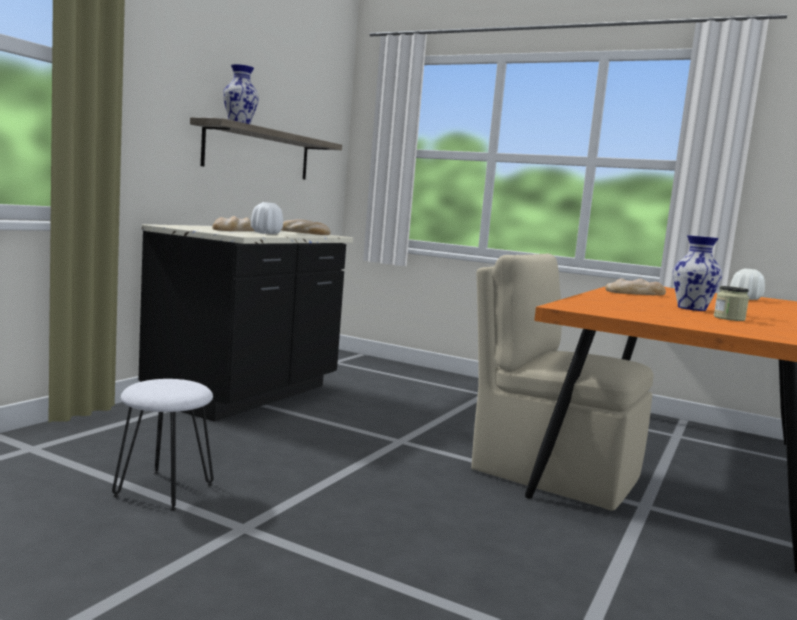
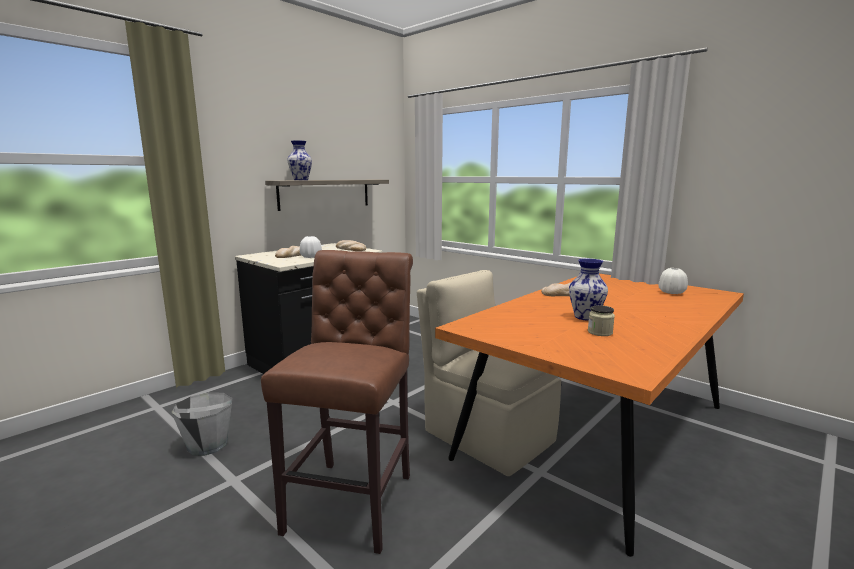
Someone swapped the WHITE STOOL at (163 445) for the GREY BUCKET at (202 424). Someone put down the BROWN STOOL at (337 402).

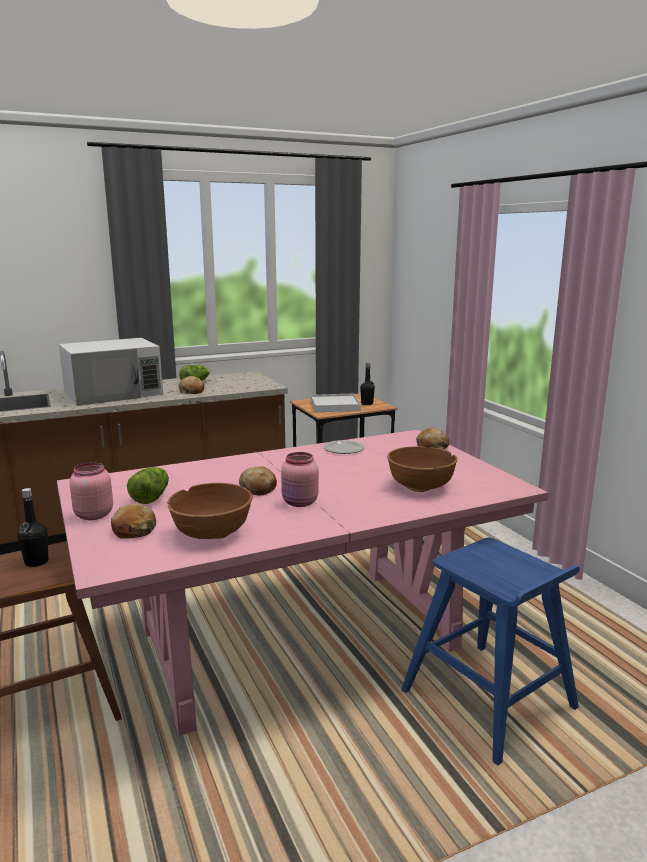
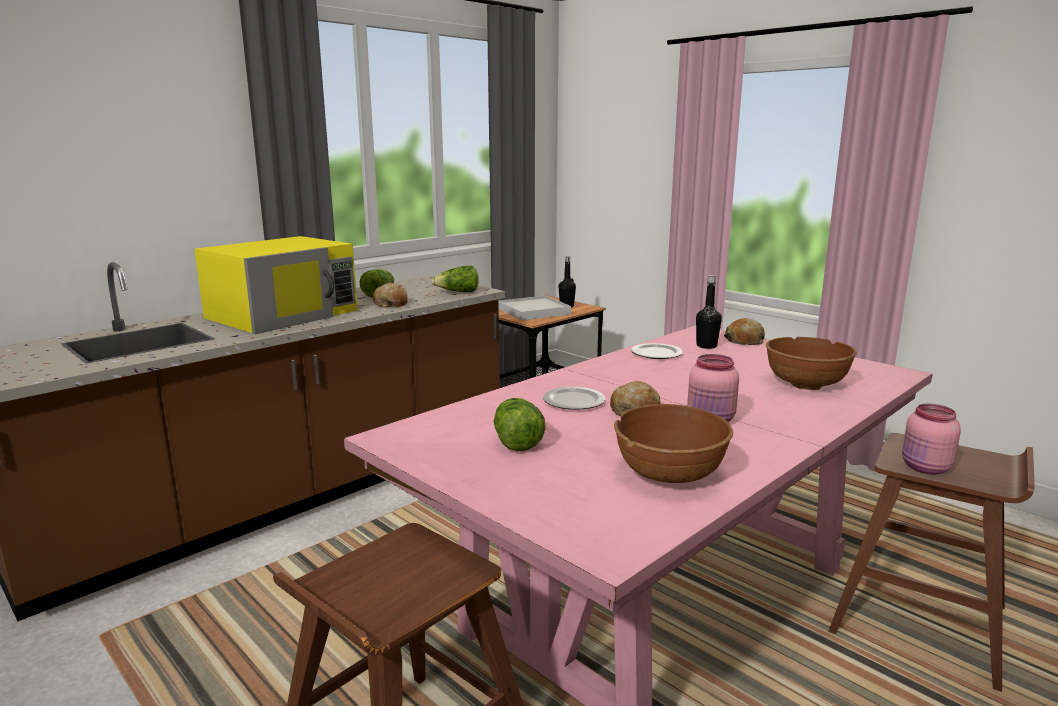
Someone repainted the WHITE MICROWAVE at (111 372), which became the YELLOW MICROWAVE at (275 285). Someone put down the LETTUCE at (455 279). Someone put down the PLATE at (574 398). Someone carried the BLACK BOTTLE from (33 527) to (709 312). Someone repainted the BLUE STOOL at (490 652), which became the BROWN STOOL at (931 562). Someone carried the PINK JAR from (91 491) to (931 439). Someone took away the BREAD at (133 521).

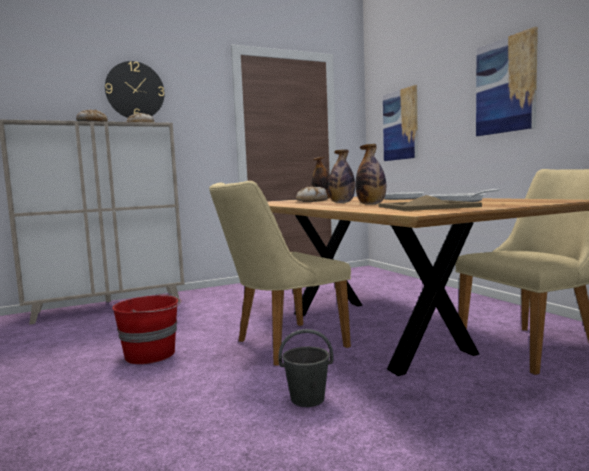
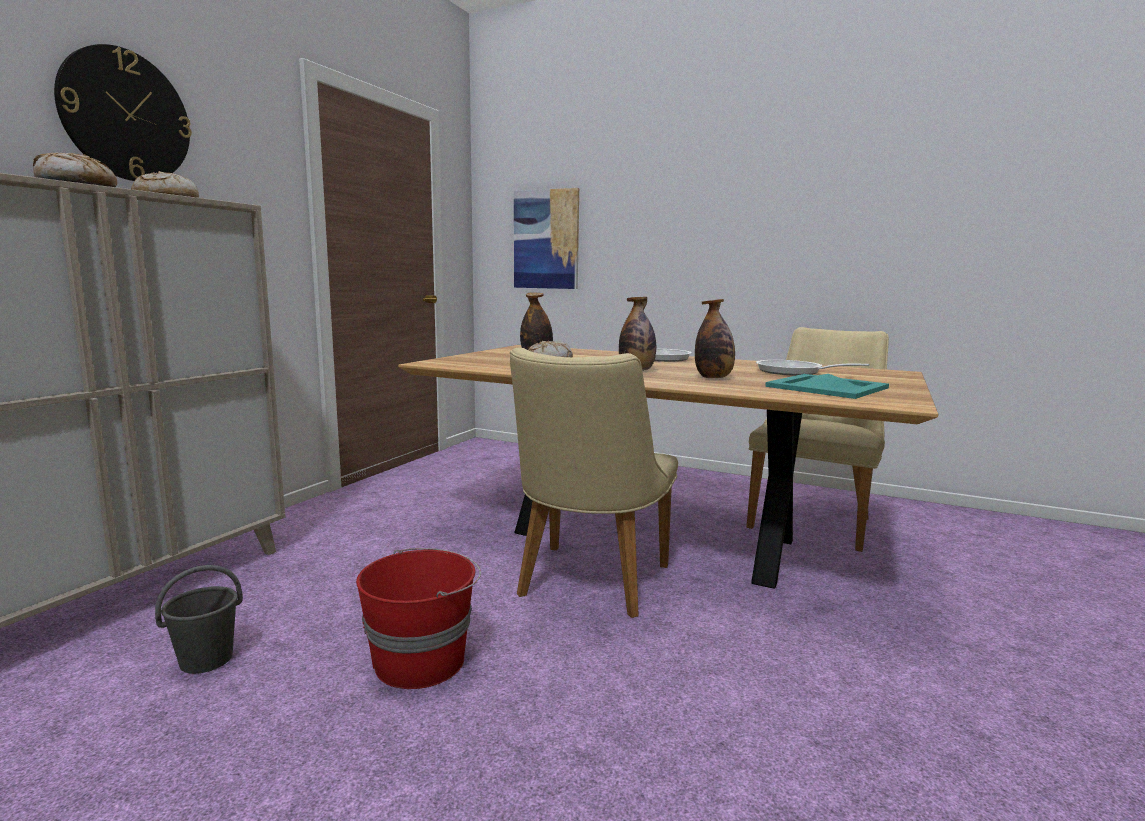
Someone carried the GREY BUCKET from (305 368) to (199 619). Someone repainted the BEIGE TRAY at (430 203), which became the TURQUOISE TRAY at (827 386). Someone took away the PICTURE at (507 81).

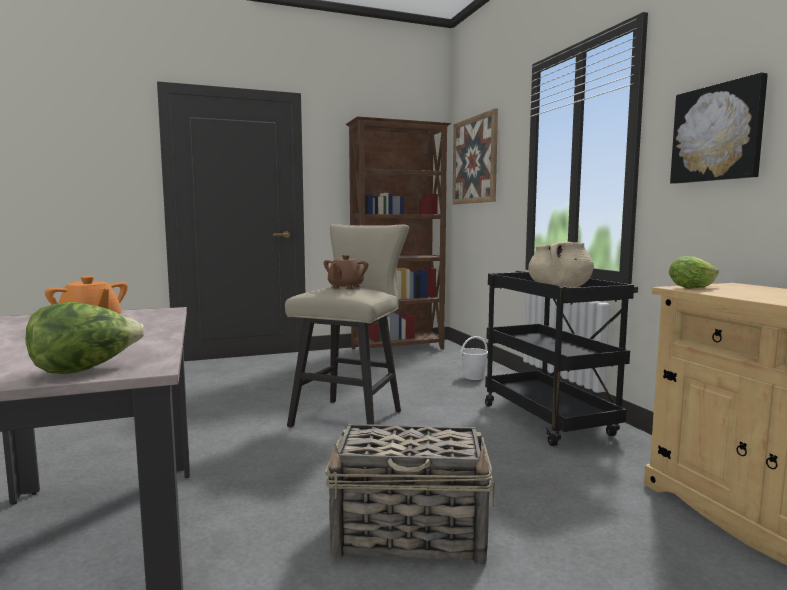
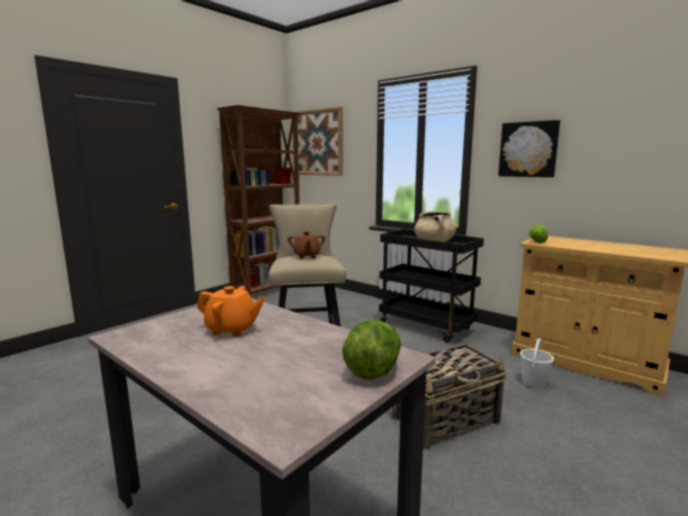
Someone carried the WHITE BUCKET from (474 358) to (537 363).

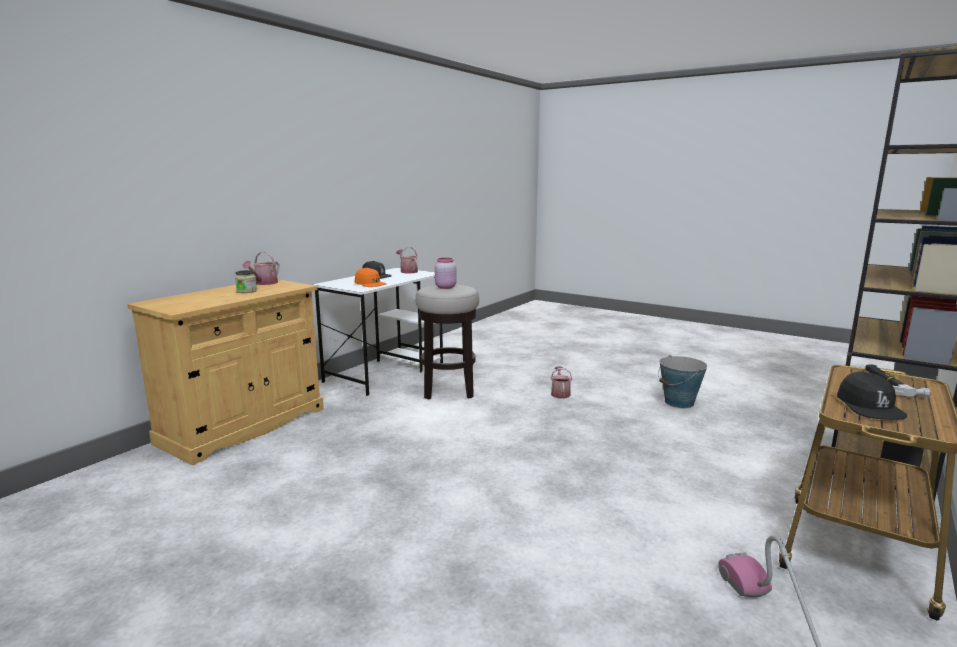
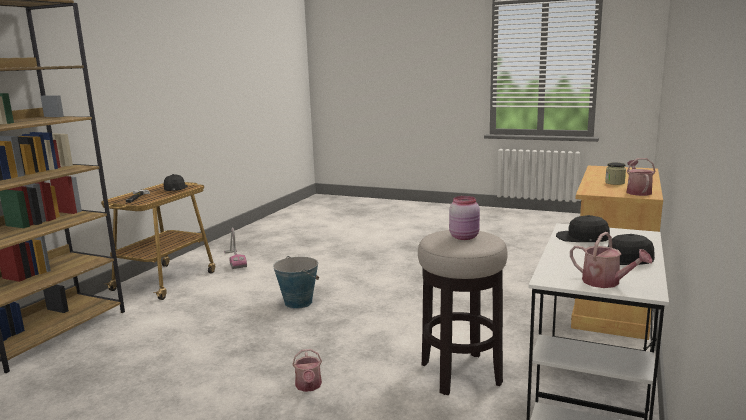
Someone carried the BUCKET from (682 381) to (296 282). Someone repainted the ORANGE CAP at (370 277), which became the BLACK CAP at (583 228).

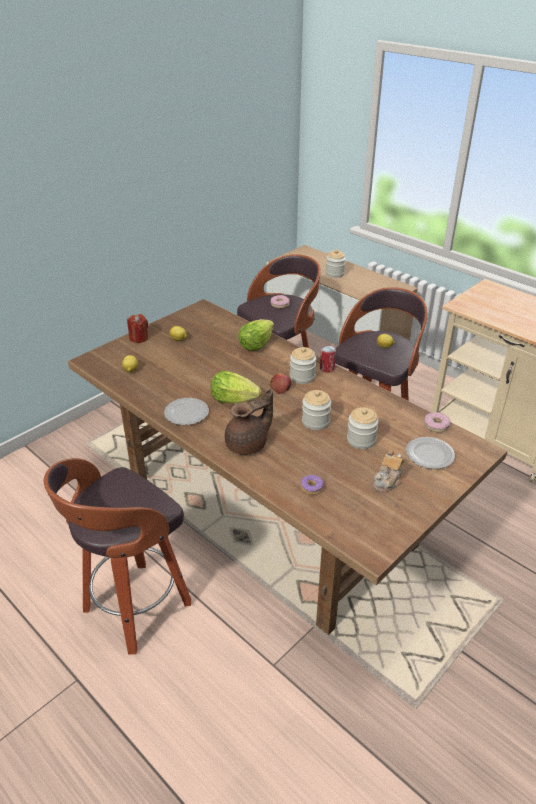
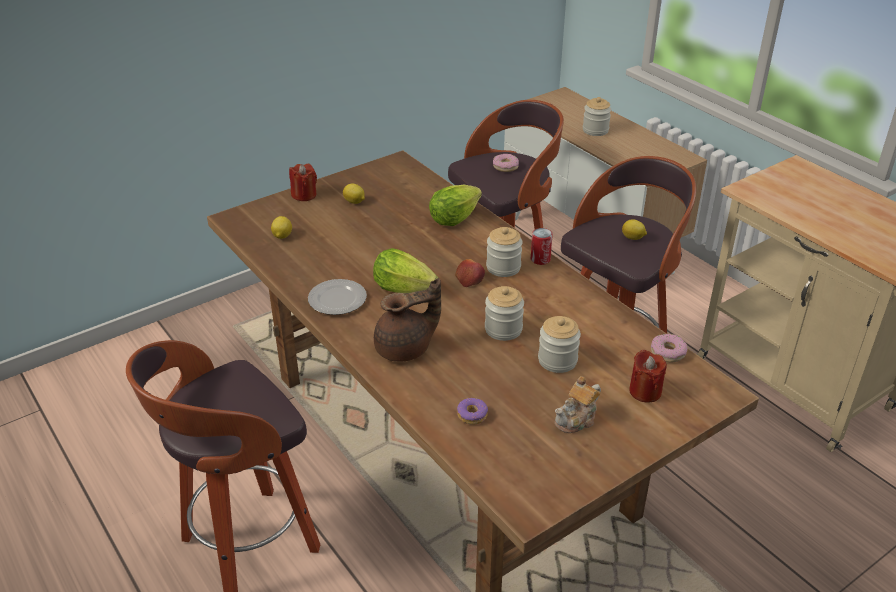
Someone swapped the PLATE at (430 453) for the RED CANDLE at (648 375).

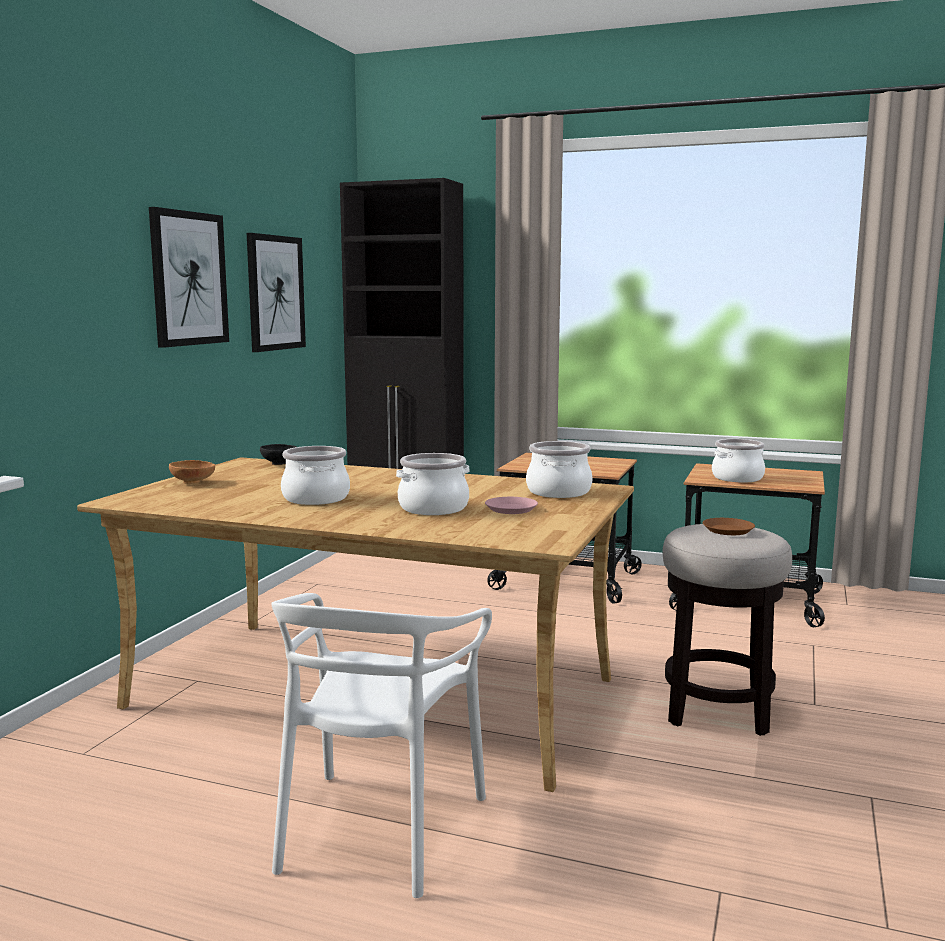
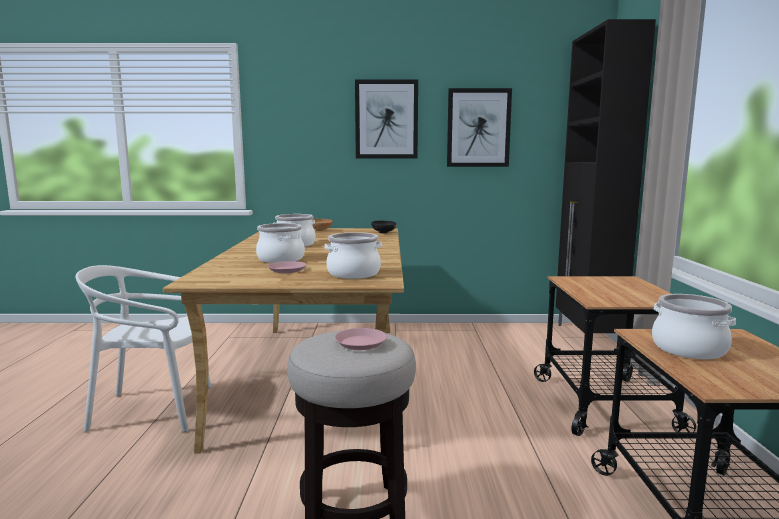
Someone repainted the BROWN PLATE at (729 526), which became the PINK PLATE at (361 339).

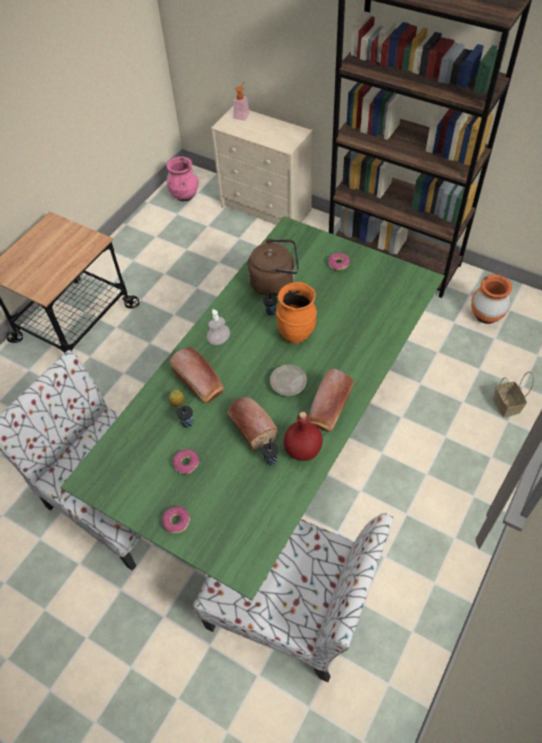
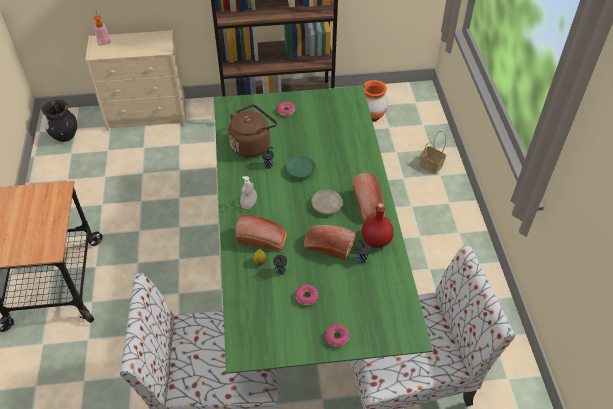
Someone repainted the PINK VASE at (182 178), which became the BLACK VASE at (59 121). Someone swapped the ORANGE VASE at (296 313) for the GREEN PLATE at (301 167).

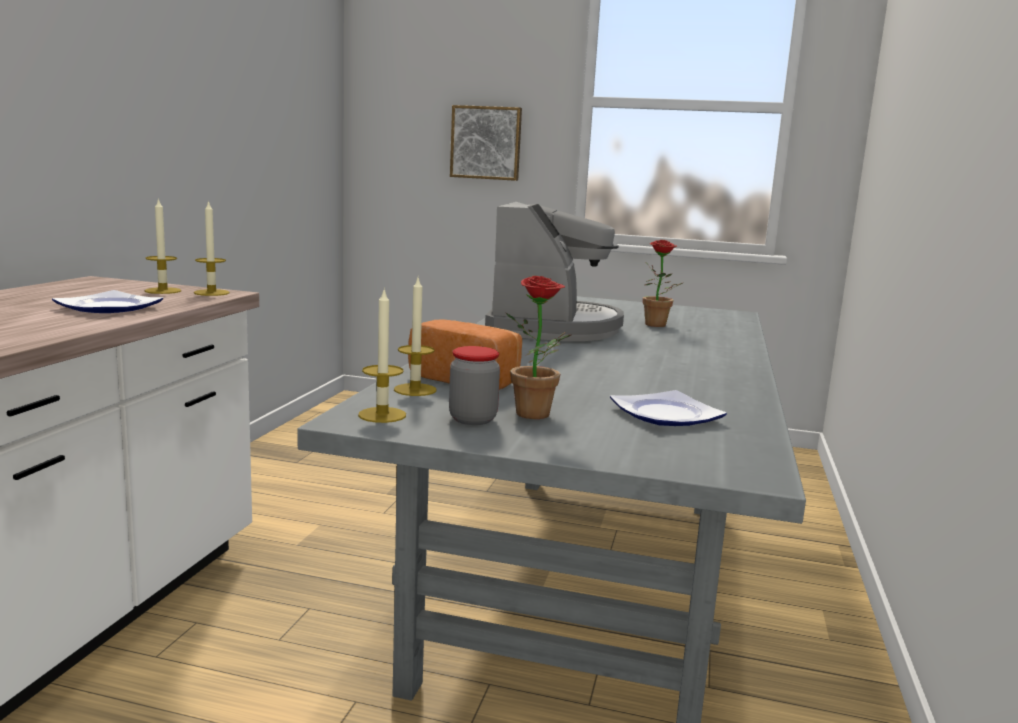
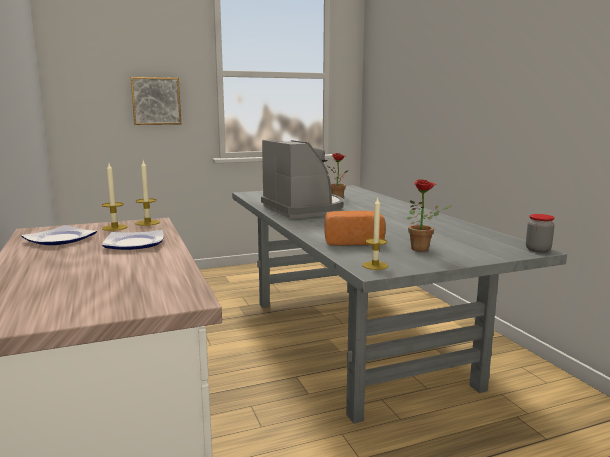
Someone carried the PLATE from (668 408) to (59 235). Someone carried the JAR from (474 385) to (540 233). Someone took away the CANDLE at (415 337).

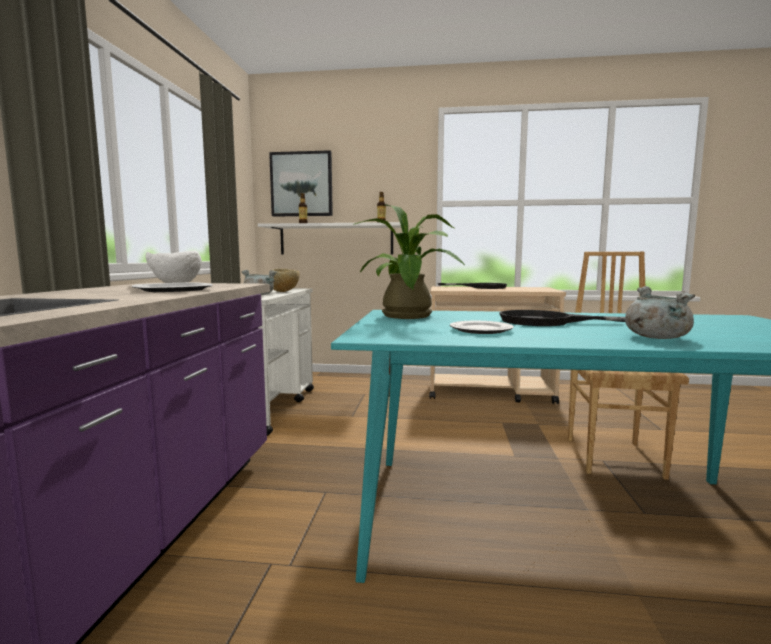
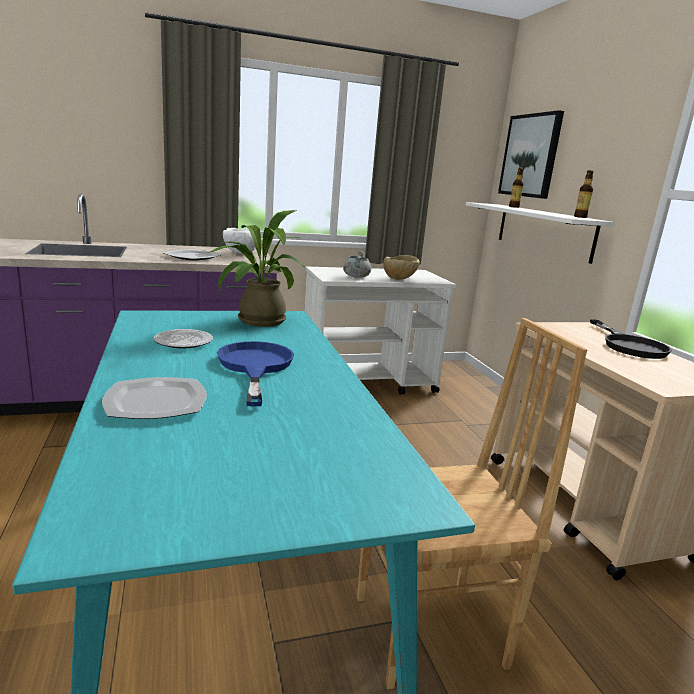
Someone swapped the GREY COOKING POT at (660 312) for the PLATE at (154 398). Someone repainted the BLACK FRYING PAN at (562 318), which became the BLUE FRYING PAN at (255 373).

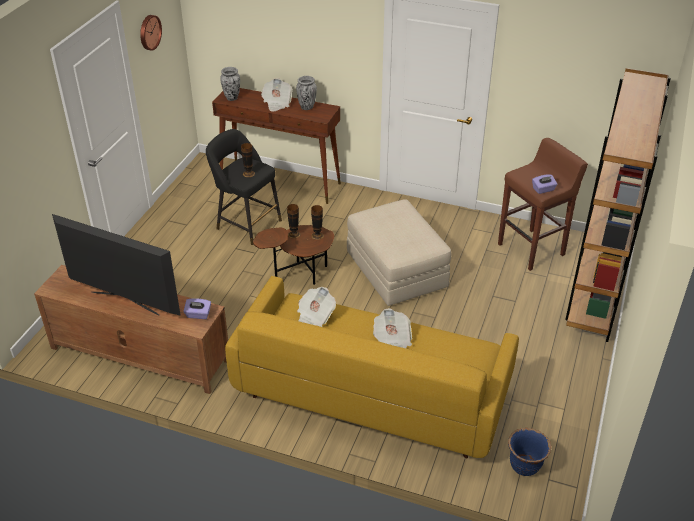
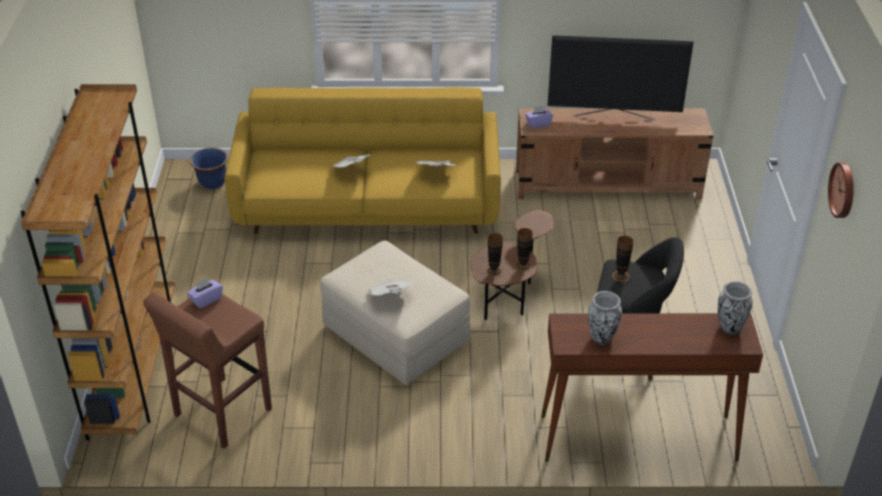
Someone carried the NEWSPAPER from (277 94) to (390 287).

